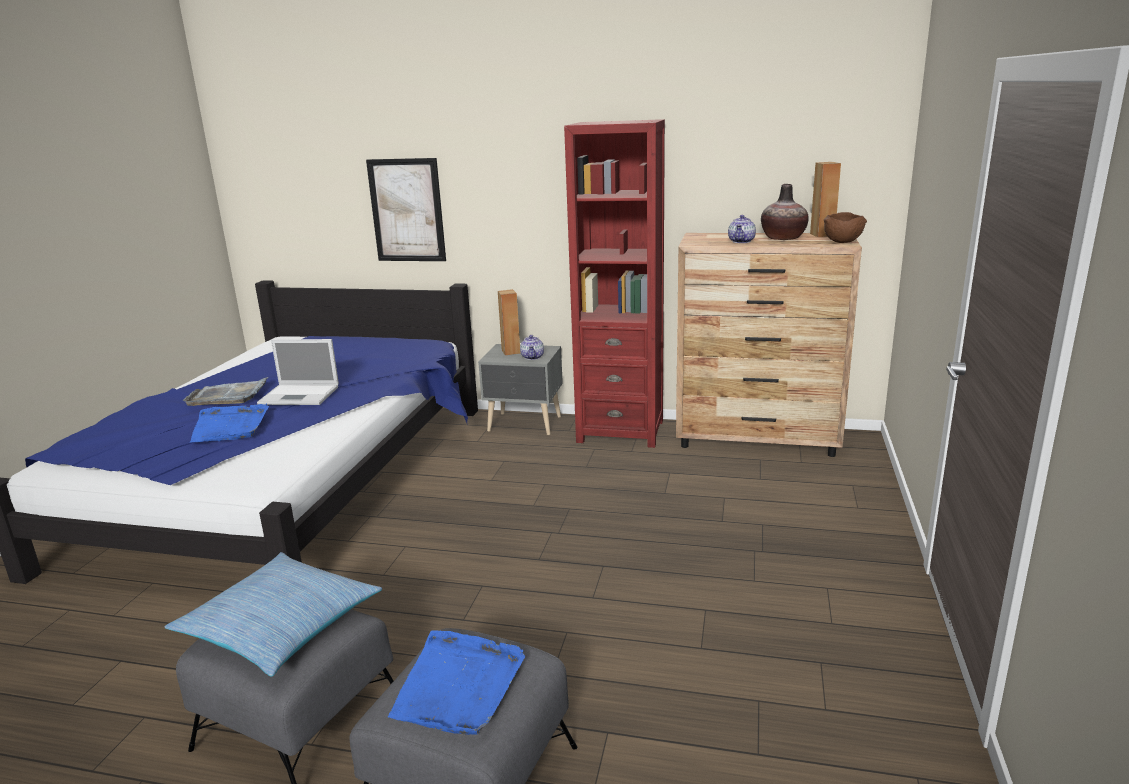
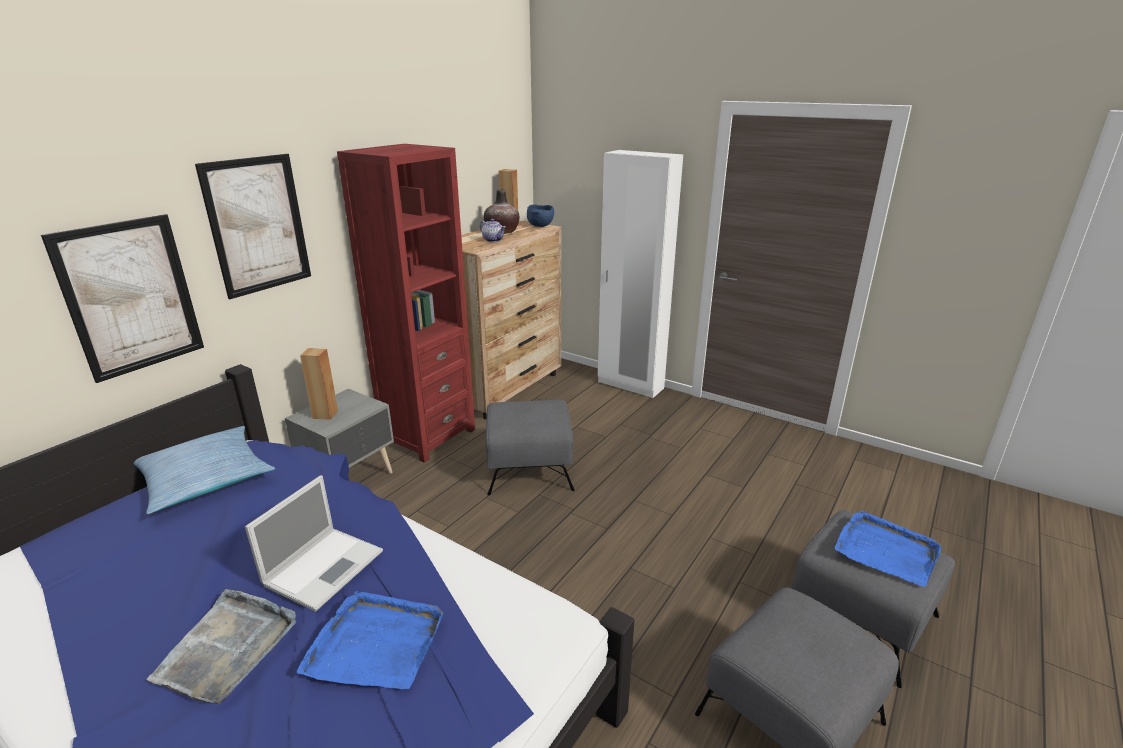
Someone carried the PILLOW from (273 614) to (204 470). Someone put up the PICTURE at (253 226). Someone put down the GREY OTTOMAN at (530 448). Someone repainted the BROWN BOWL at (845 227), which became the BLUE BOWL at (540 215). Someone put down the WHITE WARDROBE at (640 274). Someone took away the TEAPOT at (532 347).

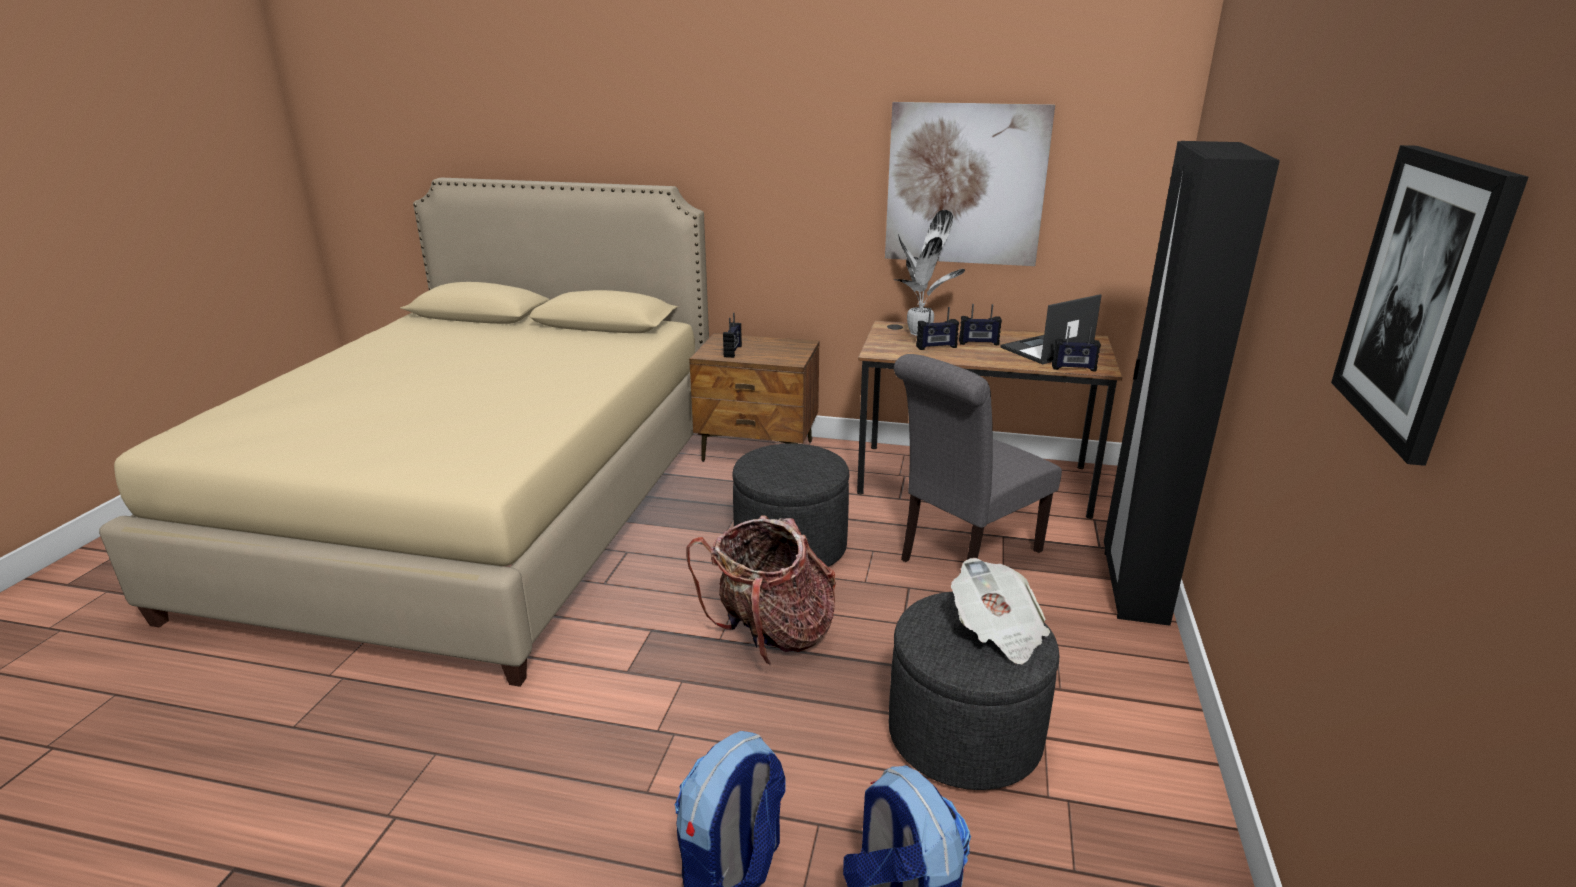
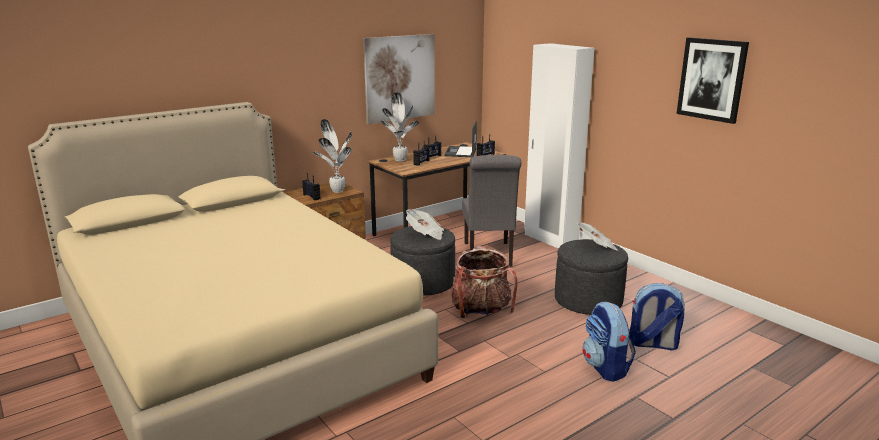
Someone put down the POTTED PLANT at (332 156). Someone put down the NEWSPAPER at (425 224). Someone repainted the BLACK WARDROBE at (1192 383), which became the WHITE WARDROBE at (559 146).

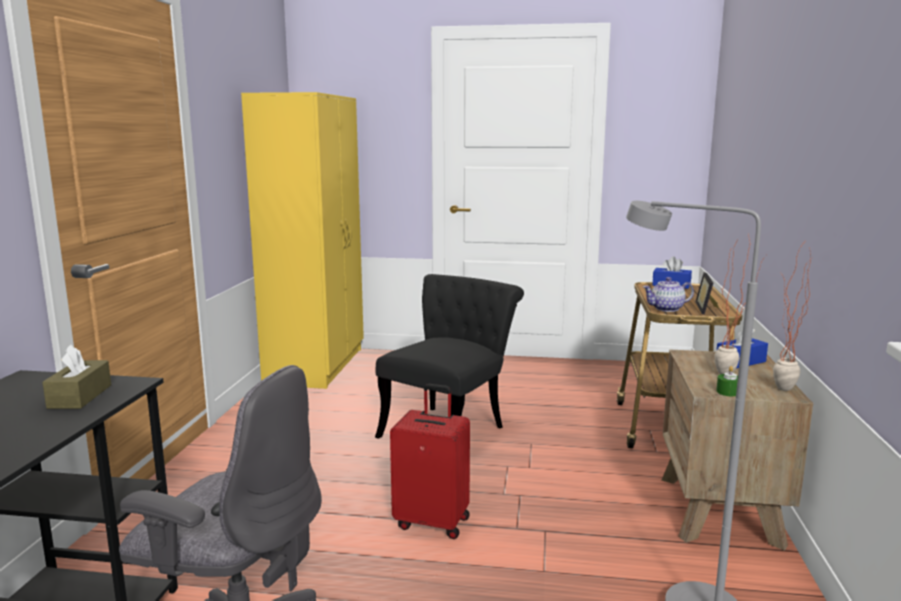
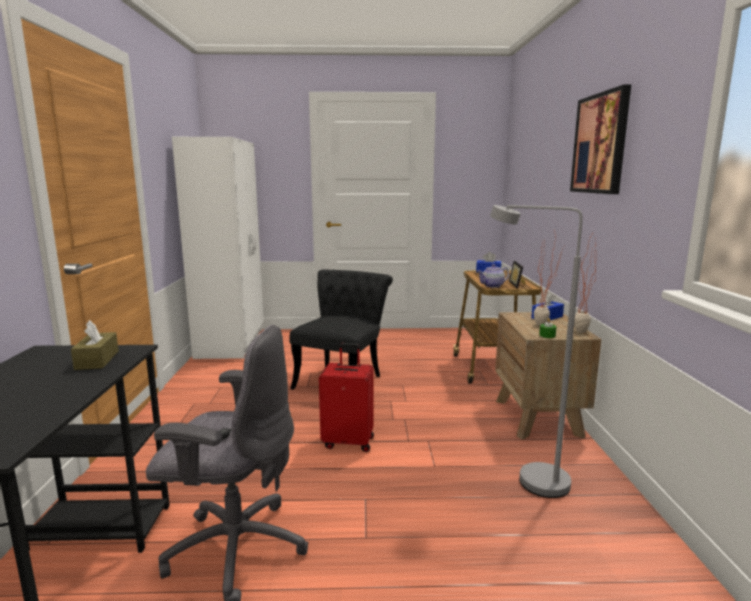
Someone repainted the YELLOW WARDROBE at (302 240), which became the WHITE WARDROBE at (218 248). Someone put up the PICTURE at (600 139).

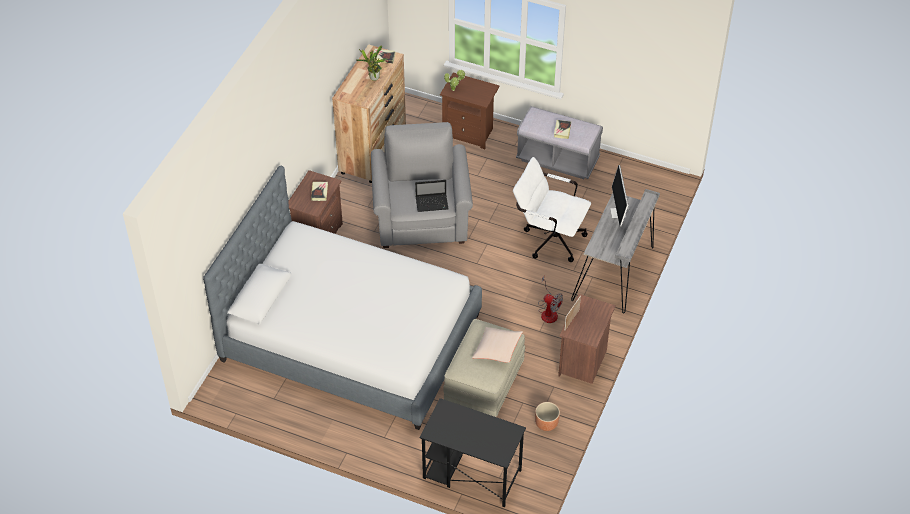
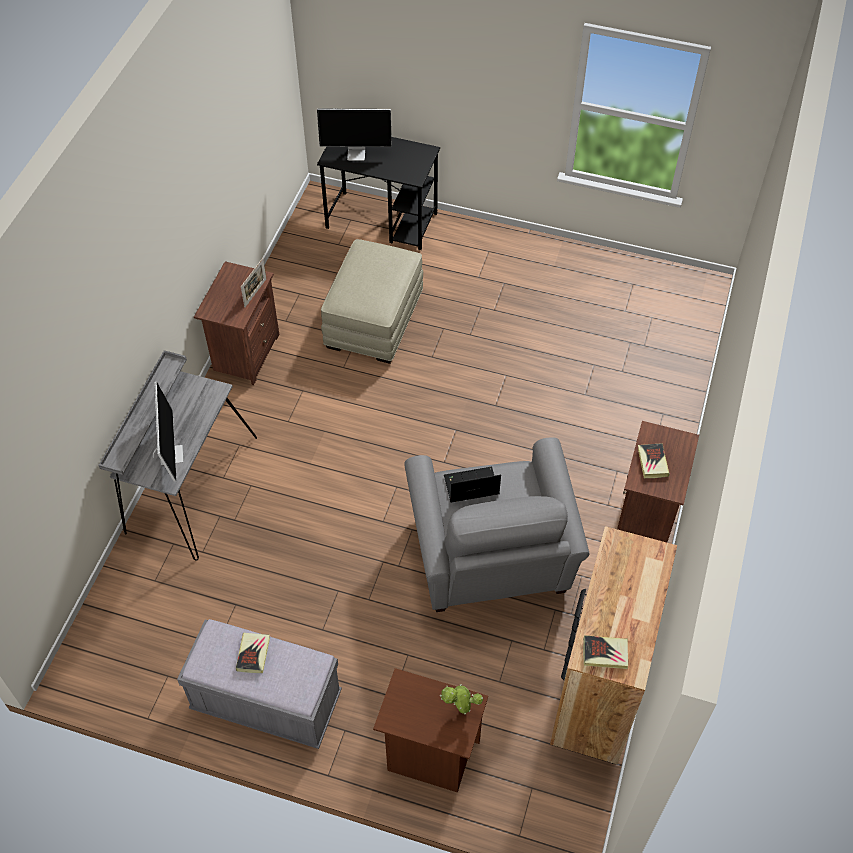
Someone put down the MONITOR at (354 135). Someone took away the BED at (342 298). Someone took away the POTTED PLANT at (371 63). Someone took away the BEIGE PILLOW at (497 345). Someone took away the WHITE OFFICE CHAIR at (552 209). Someone took away the BROWN PLANTER at (547 416). Someone took away the FAN at (550 299).

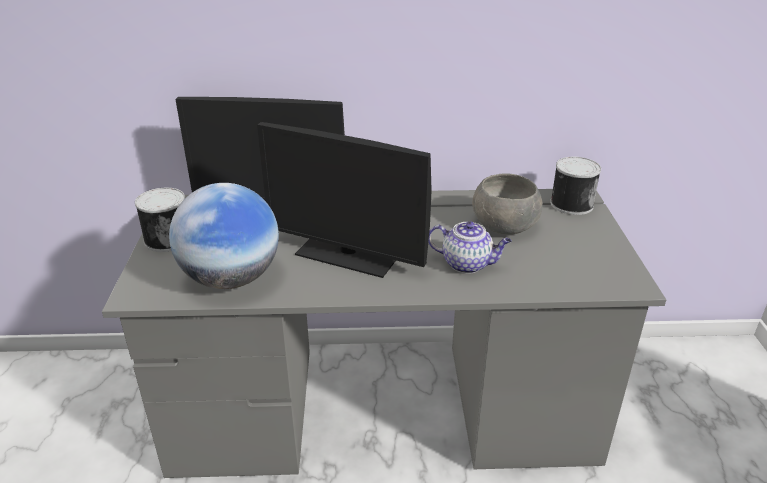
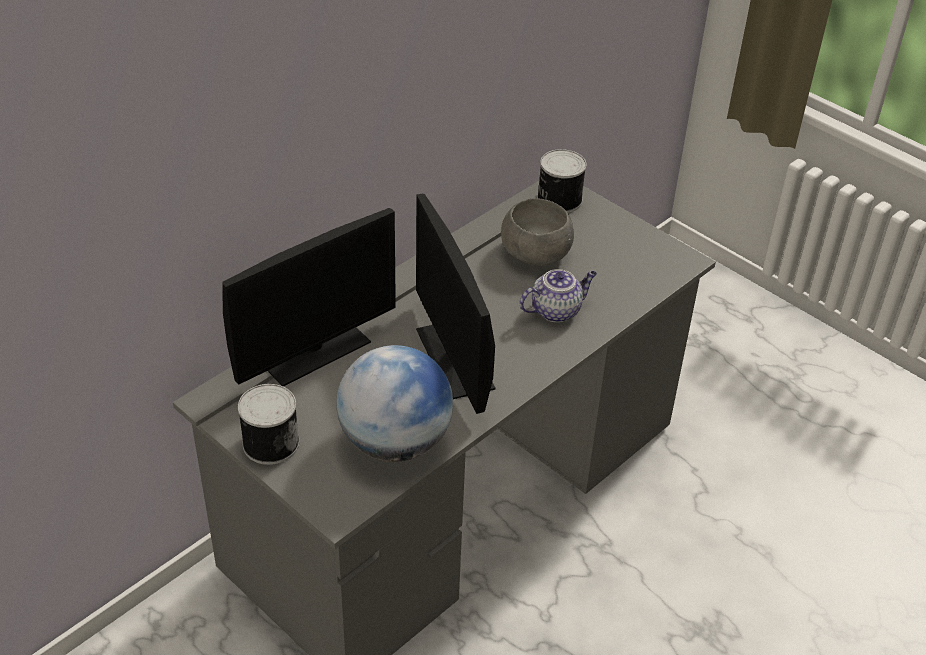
Someone rotated the MONITOR at (344 200) by 90 degrees clockwise.

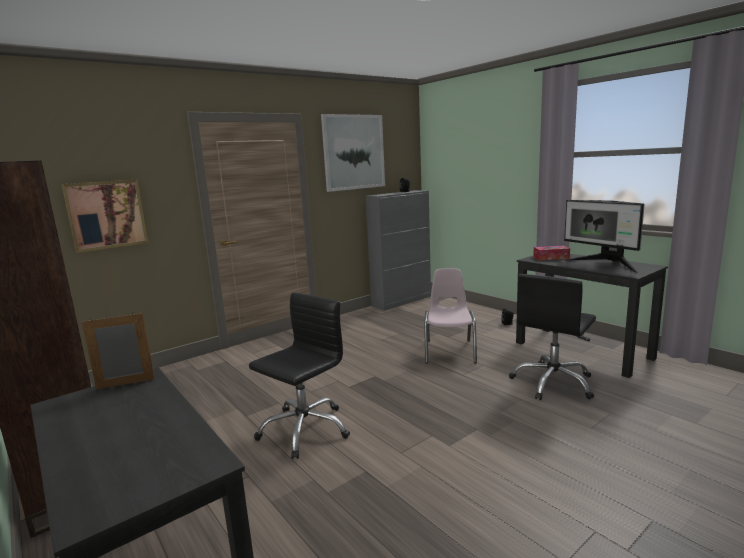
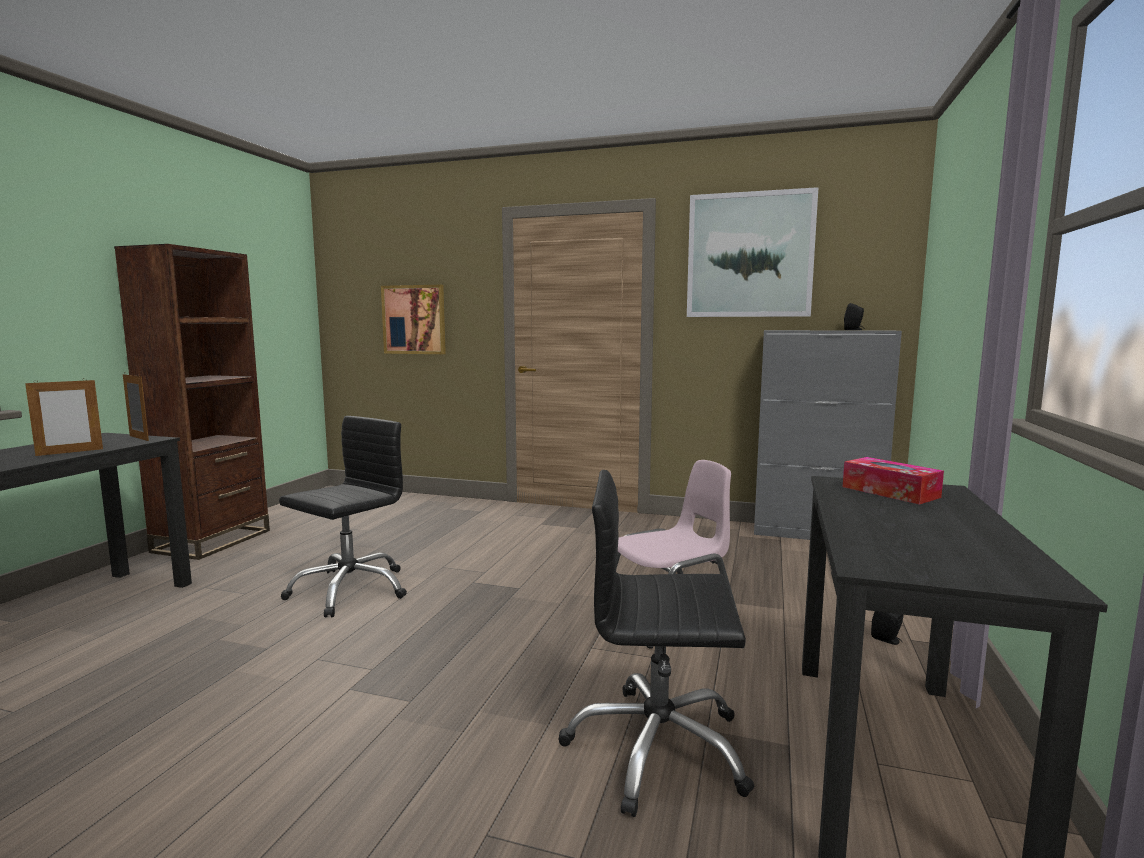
Someone put down the PICTURE FRAME at (64 417). Someone rotated the BLACK OFFICE CHAIR at (299 375) by 60 degrees counterclockwise. Someone took away the MONITOR at (604 237).

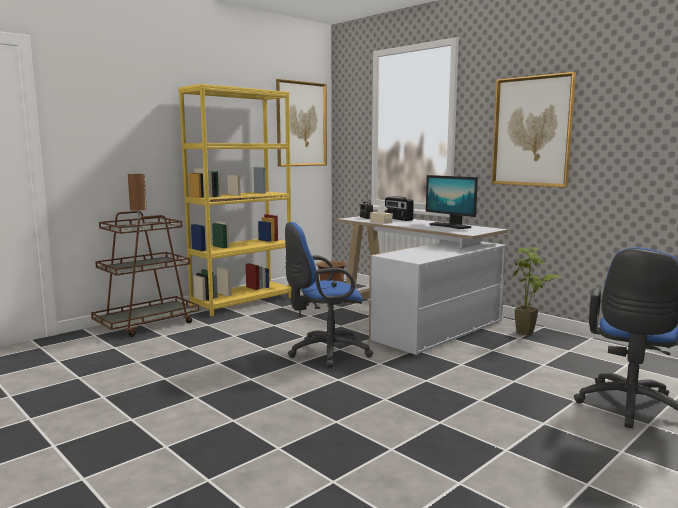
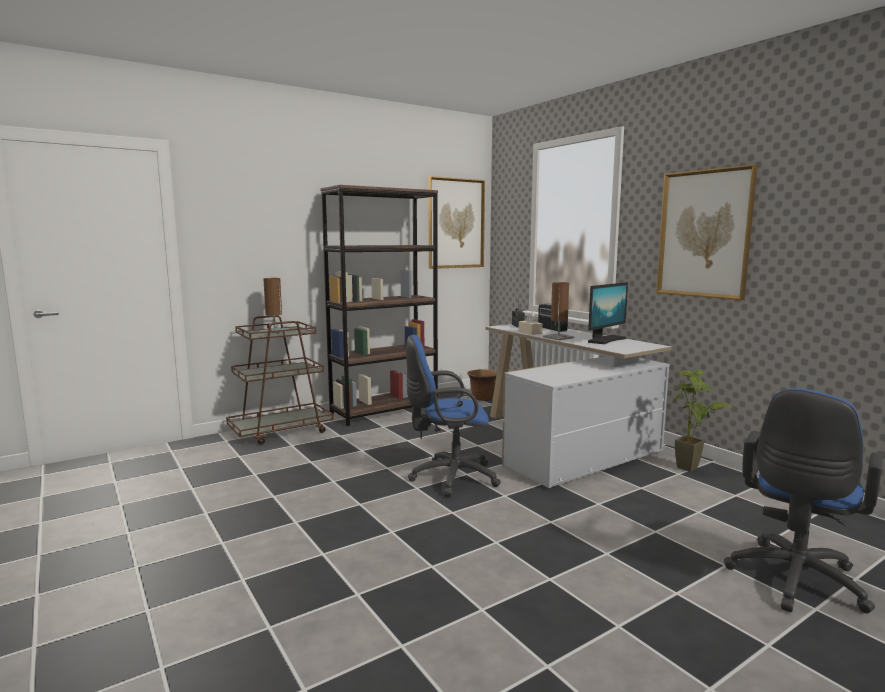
Someone repainted the YELLOW BOOKCASE at (234 200), which became the BROWN BOOKCASE at (379 305). Someone put down the BROWN TABLE LAMP at (558 311). Someone rotated the MONITOR at (452 202) by 105 degrees counterclockwise.

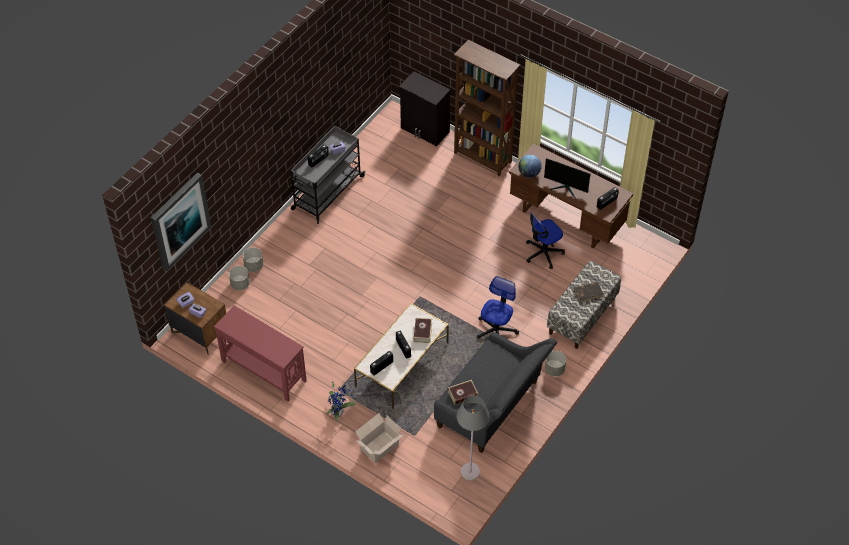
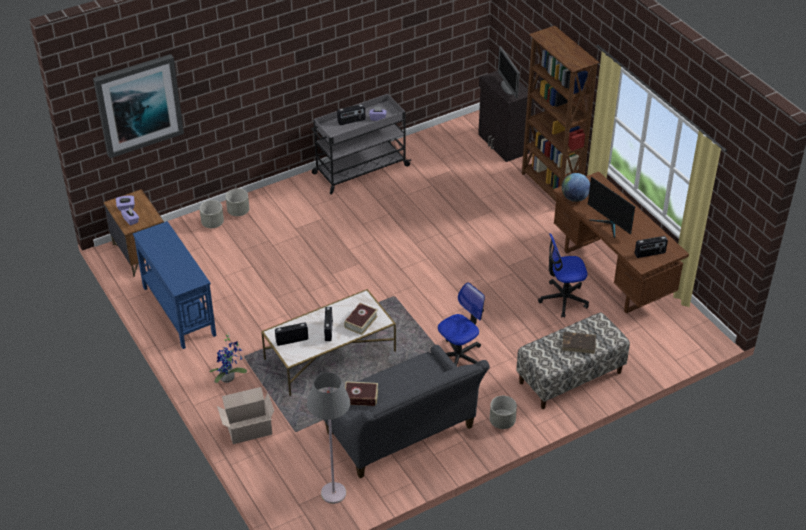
Someone repainted the RED CONSOLE TABLE at (260 353), which became the BLUE CONSOLE TABLE at (174 285). Someone put down the MONITOR at (509 72).

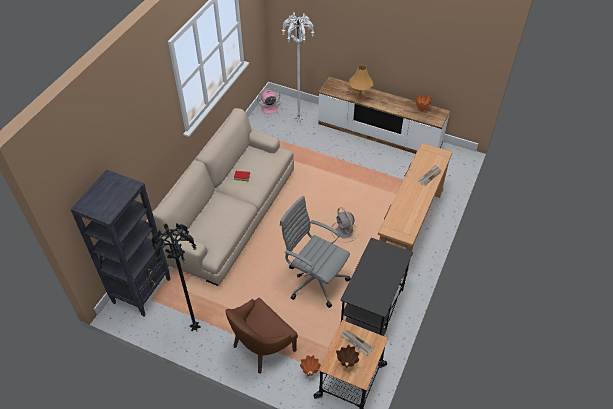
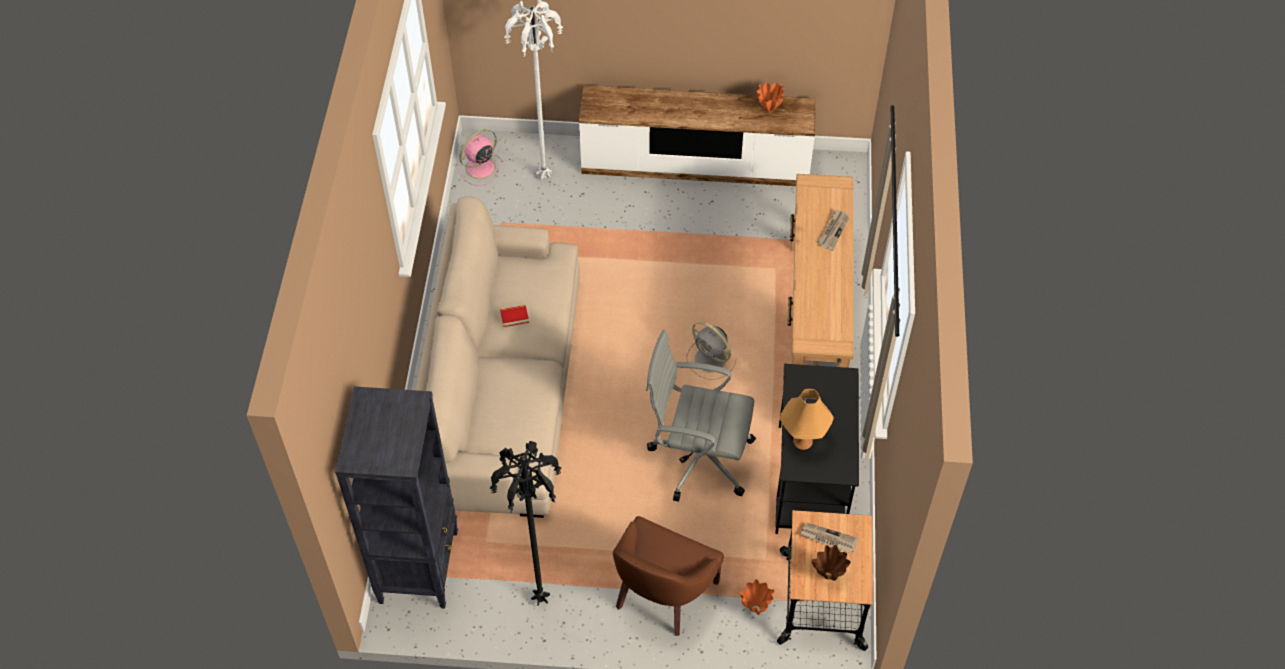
Someone carried the ORANGE TABLE LAMP from (361 83) to (806 419).

